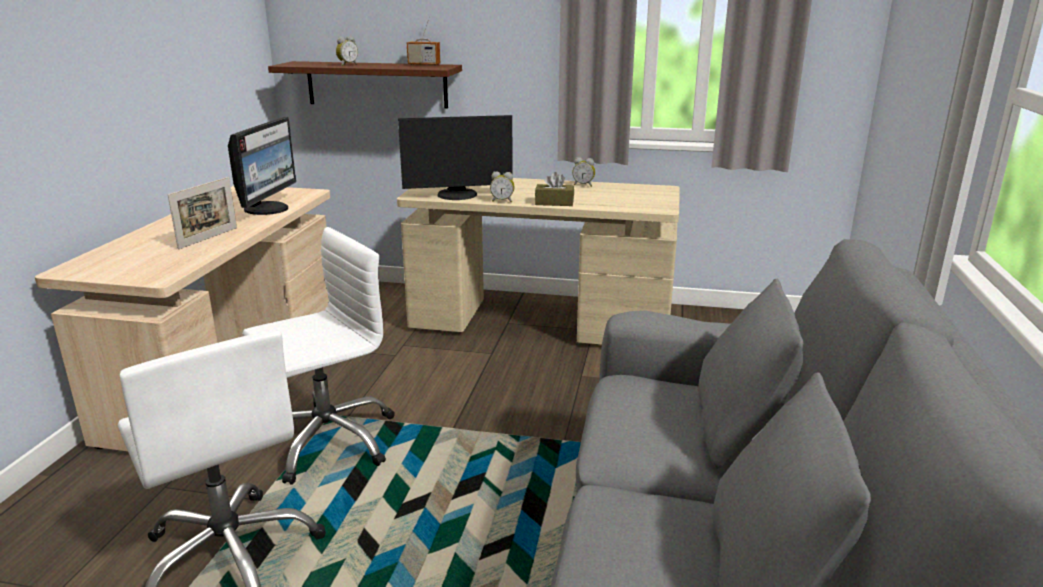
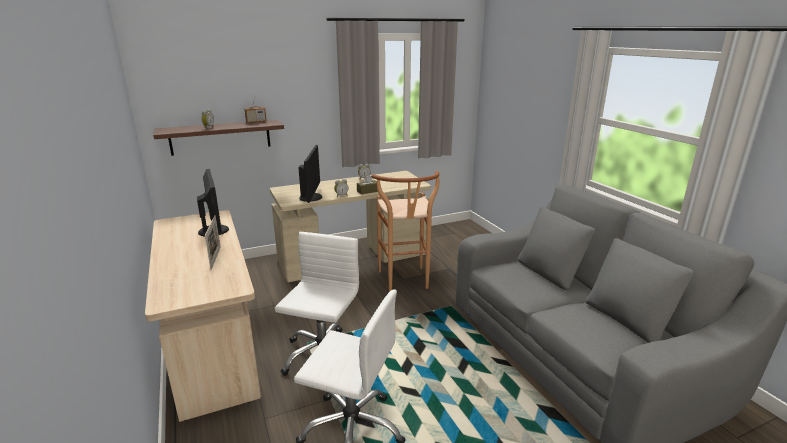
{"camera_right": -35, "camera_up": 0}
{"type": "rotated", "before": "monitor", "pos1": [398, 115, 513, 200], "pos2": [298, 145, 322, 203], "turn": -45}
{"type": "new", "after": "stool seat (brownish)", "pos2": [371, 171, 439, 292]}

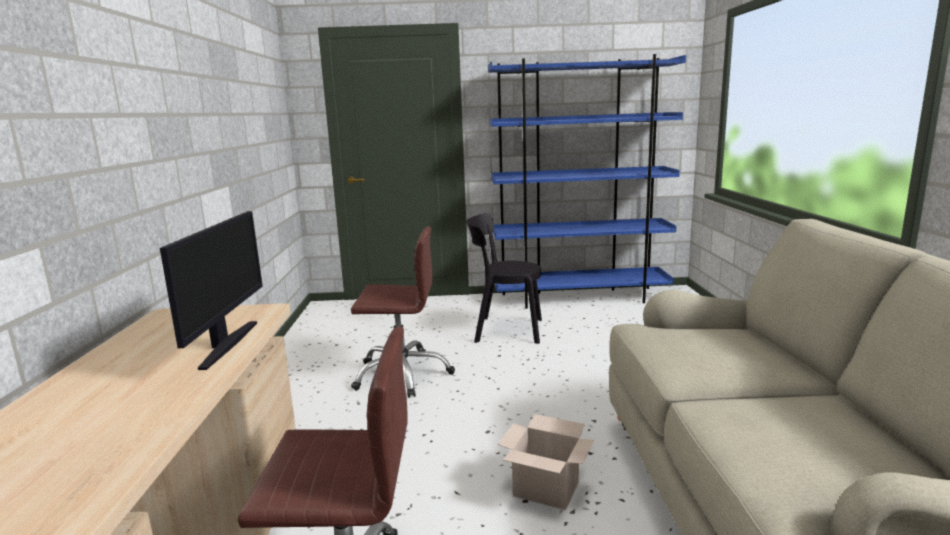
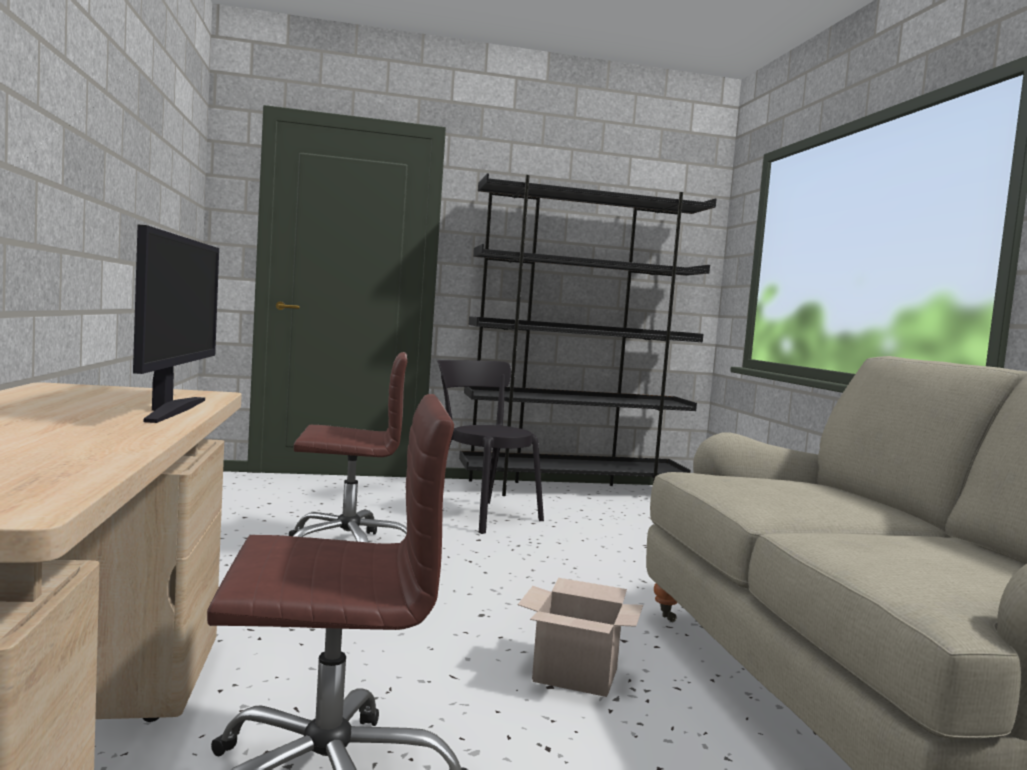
{"camera_right": -10, "camera_up": -10}
{"type": "repainted", "before": "bookshelf (blue-coloured)", "after": "bookshelf (blackish)", "pos1": [488, 54, 686, 309], "pos2": [459, 173, 716, 496]}
{"type": "rotated", "before": "chair (blackish)", "pos1": [466, 213, 542, 344], "pos2": [437, 360, 544, 534], "turn": 45}

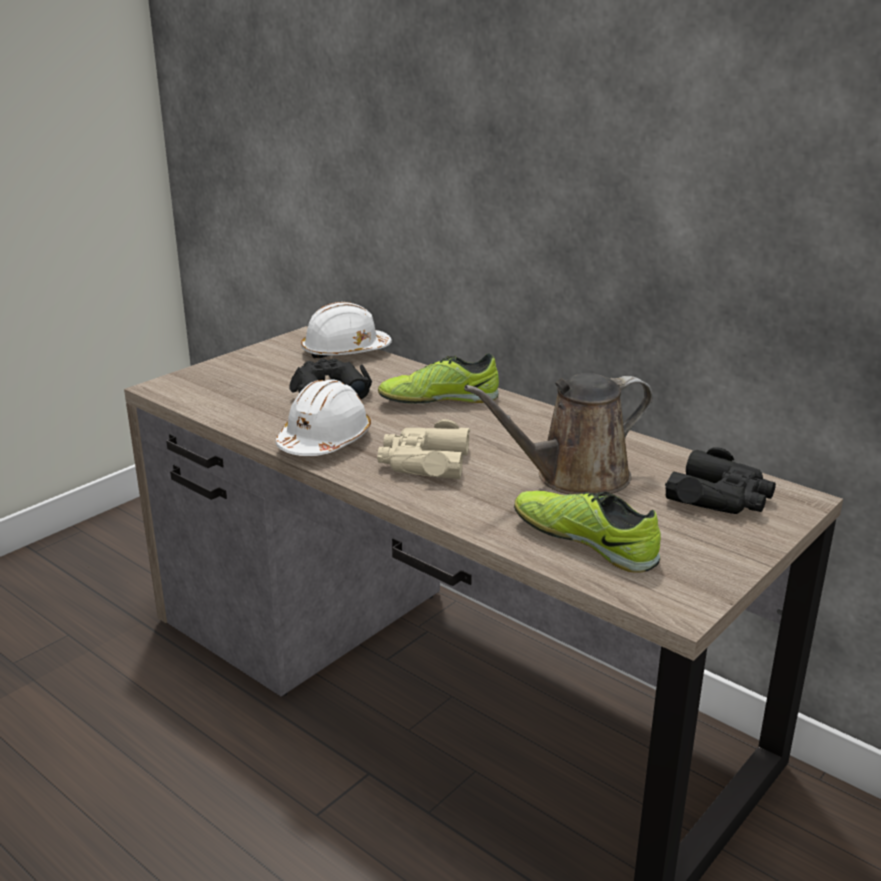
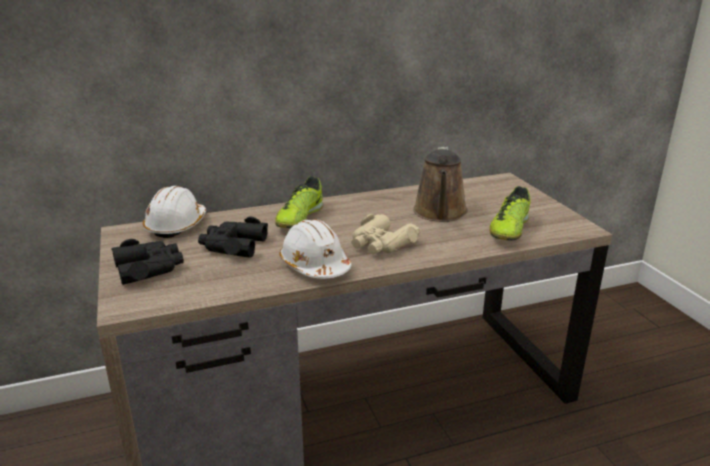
{"camera_right": -60, "camera_up": 0}
{"type": "shifted", "before": "binoculars (blackish)", "pos1": [665, 447, 776, 514], "pos2": [111, 239, 184, 285]}
{"type": "rotated", "before": "low shoe", "pos1": [514, 491, 661, 573], "pos2": [489, 186, 531, 241], "turn": -45}

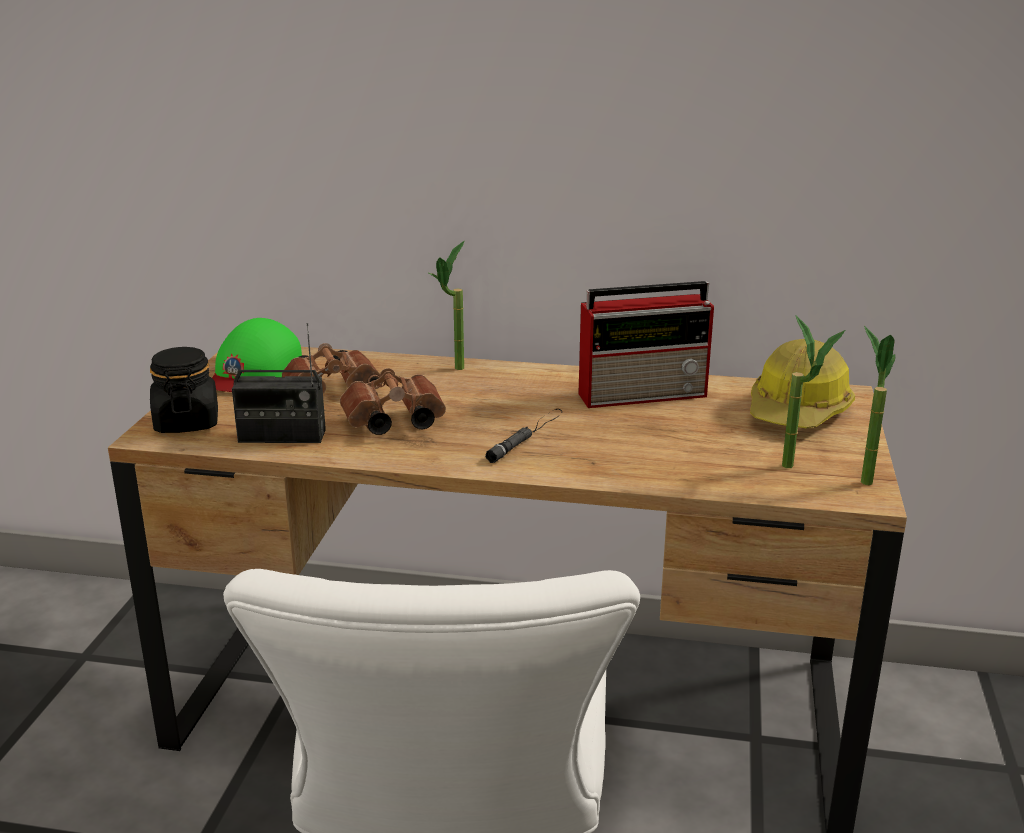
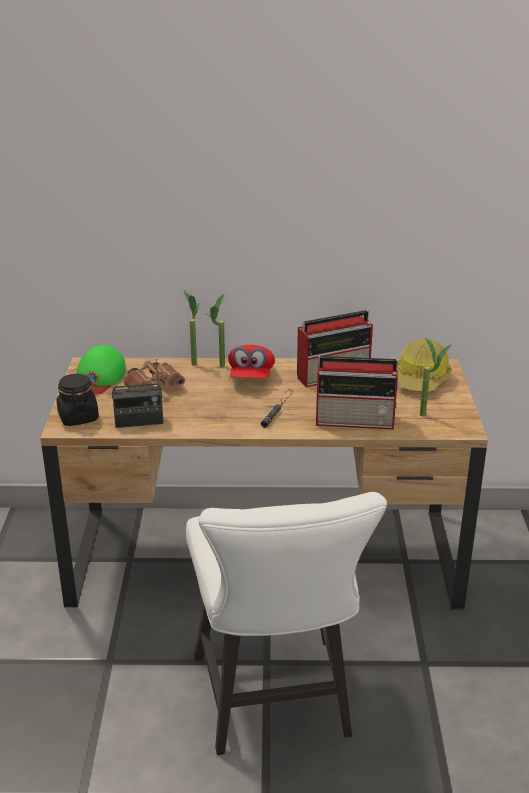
{"camera_right": -10, "camera_up": 5}
{"type": "shifted", "before": "plant in a pot", "pos1": [861, 326, 895, 485], "pos2": [184, 291, 200, 366]}
{"type": "gone", "before": "binoculars (brownish)", "pos1": [340, 368, 446, 435]}
{"type": "new", "after": "baseball cap (reddish)", "pos2": [228, 345, 275, 378]}
{"type": "new", "after": "radio", "pos2": [316, 356, 401, 430]}

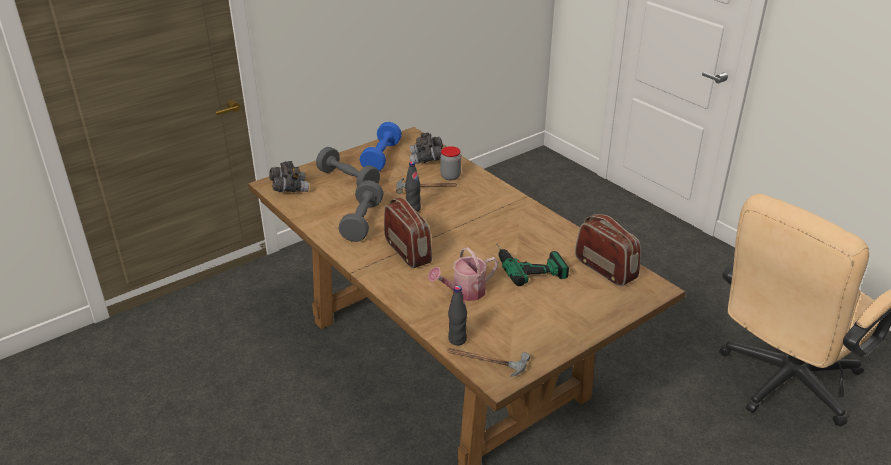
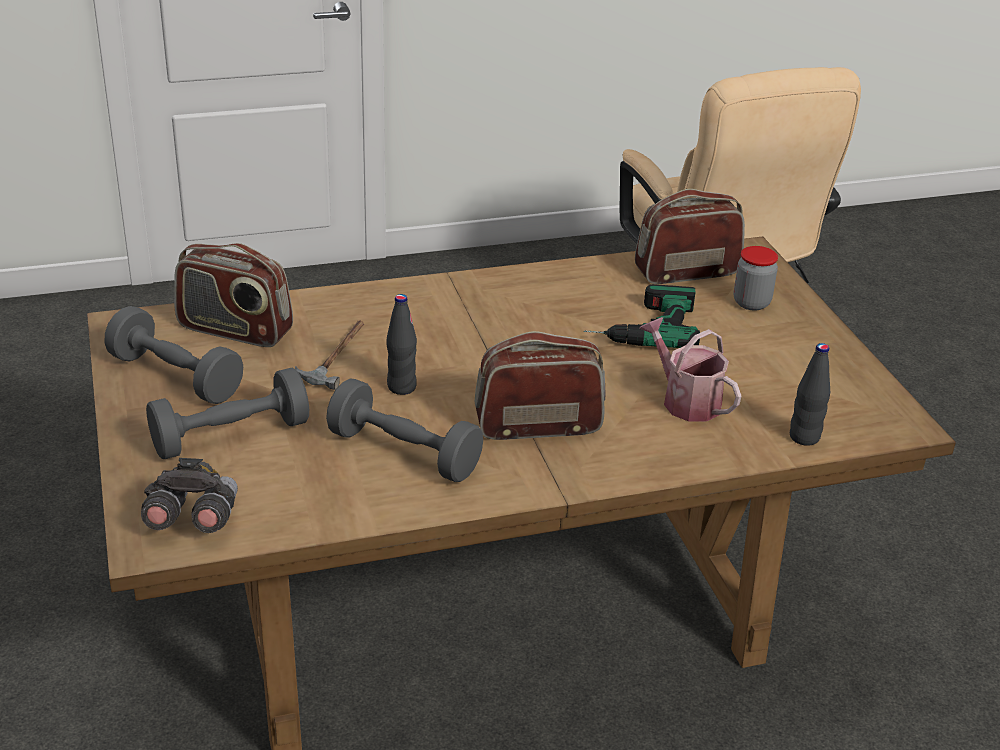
{"camera_right": -70, "camera_up": 0}
{"type": "repainted", "before": "hand weight (blue-coloured)", "after": "hand weight (grey)", "pos1": [360, 122, 402, 171], "pos2": [105, 306, 243, 404]}
{"type": "swapped", "before": "binoculars (grey)", "after": "radio", "pos1": [410, 132, 443, 164], "pos2": [174, 243, 293, 347]}
{"type": "shifted", "before": "jar", "pos1": [440, 146, 461, 180], "pos2": [733, 246, 778, 310]}
{"type": "rotated", "before": "watering pot", "pos1": [428, 247, 498, 301], "pos2": [639, 317, 742, 422], "turn": 150}
{"type": "gone", "before": "hand hammer", "pos1": [447, 348, 530, 377]}

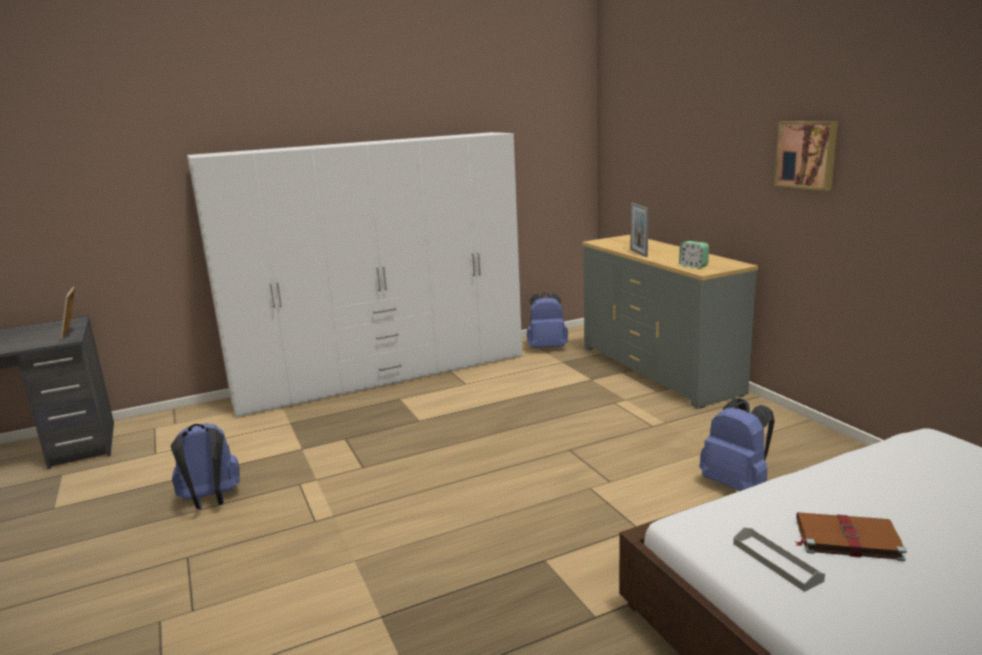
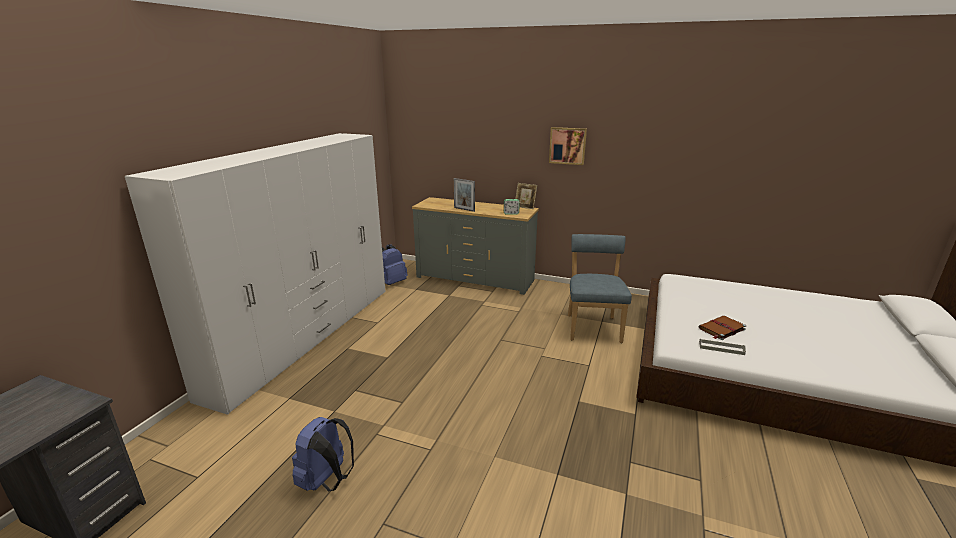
{"camera_right": -45, "camera_up": 5}
{"type": "shifted", "before": "picture frame", "pos1": [60, 287, 75, 340], "pos2": [515, 183, 537, 209]}
{"type": "swapped", "before": "rucksack (blue-coloured)", "after": "chair (blue-coloured)", "pos1": [700, 398, 775, 491], "pos2": [568, 234, 632, 343]}

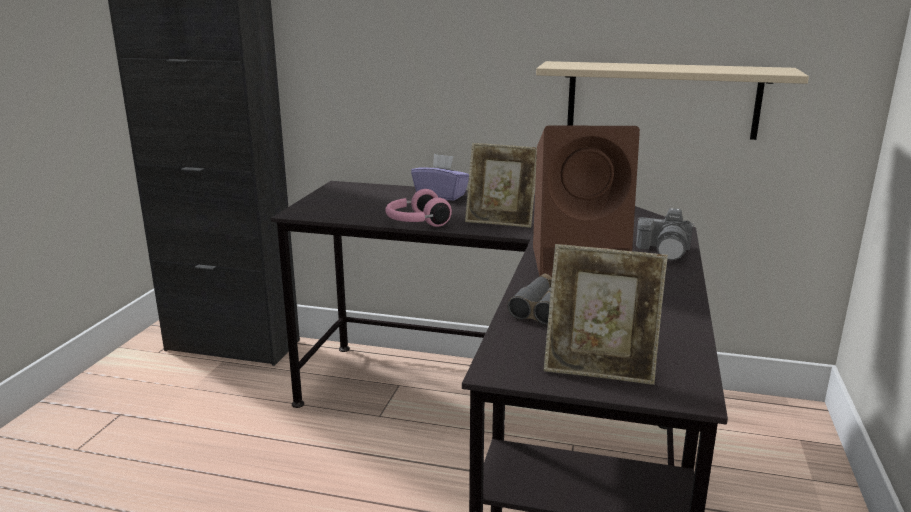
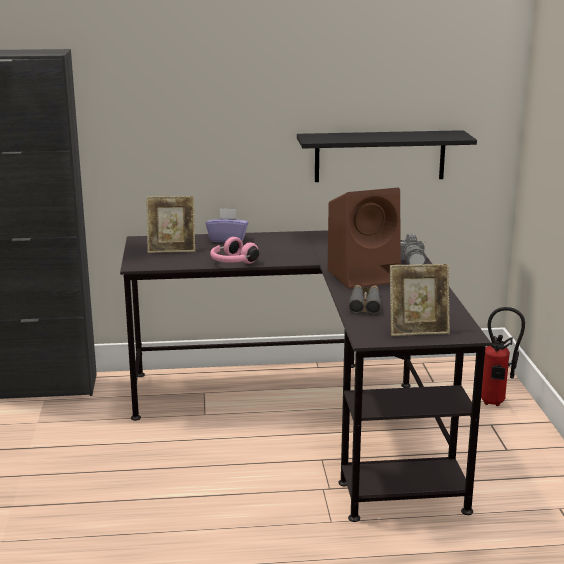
{"camera_right": -20, "camera_up": 0}
{"type": "repainted", "before": "shelf (beige)", "after": "shelf (blackish)", "pos1": [536, 61, 809, 140], "pos2": [297, 130, 477, 182]}
{"type": "shifted", "before": "picture frame", "pos1": [465, 143, 537, 228], "pos2": [146, 196, 195, 253]}
{"type": "new", "after": "fire-fighting cylinder", "pos2": [481, 307, 525, 406]}

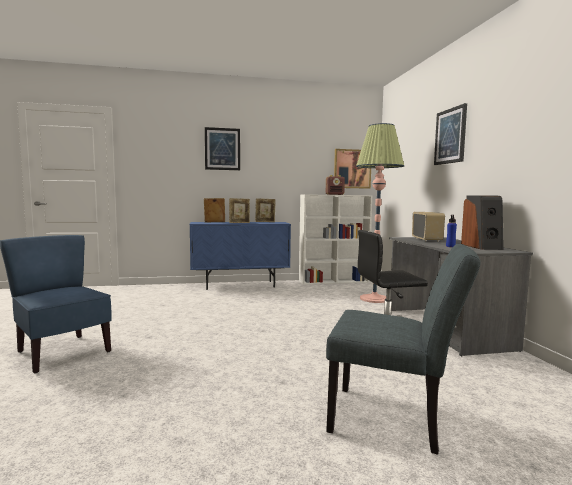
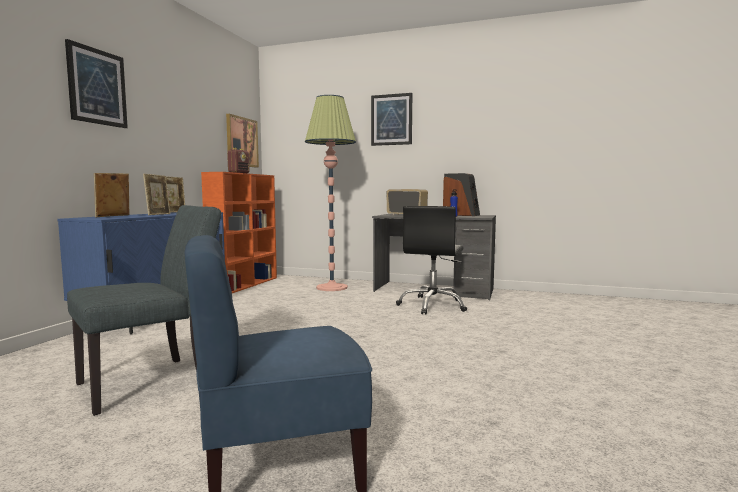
{"camera_right": -60, "camera_up": 0}
{"type": "repainted", "before": "bookshelf (whitish)", "after": "bookshelf (orange-coloured)", "pos1": [299, 194, 372, 285], "pos2": [201, 172, 277, 293]}
{"type": "shifted", "before": "chair (grey)", "pos1": [326, 244, 481, 455], "pos2": [67, 205, 221, 416]}

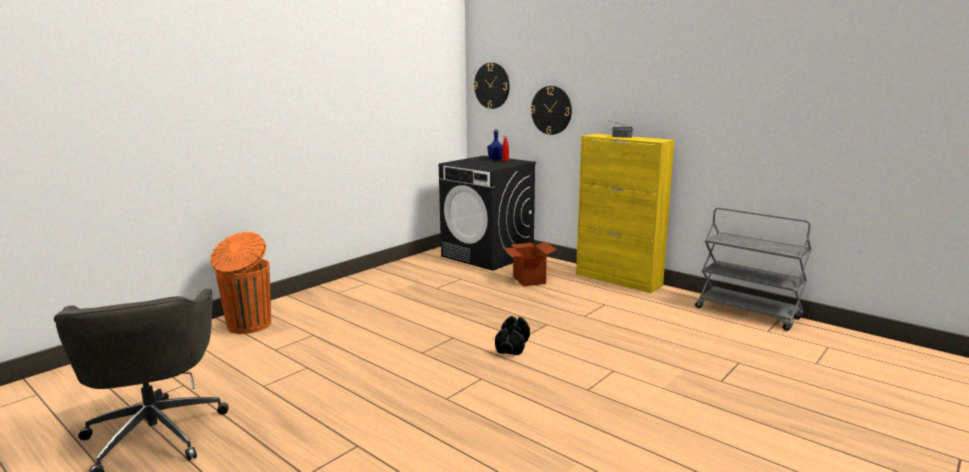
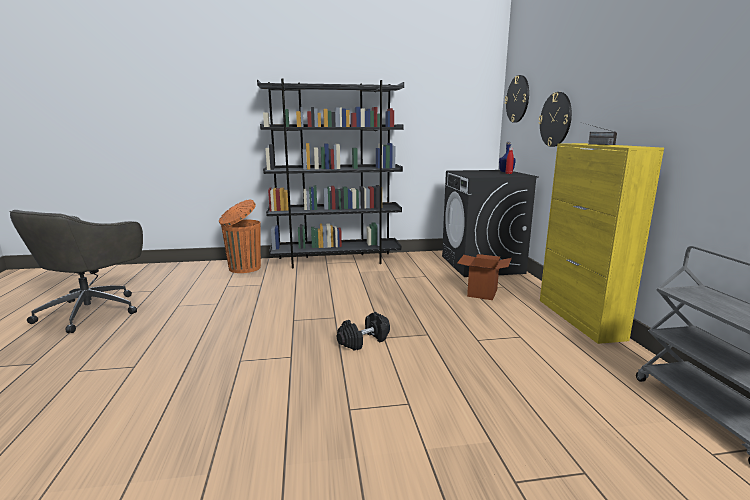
{"camera_right": 40, "camera_up": 0}
{"type": "new", "after": "bookshelf (blackish)", "pos2": [257, 78, 404, 269]}

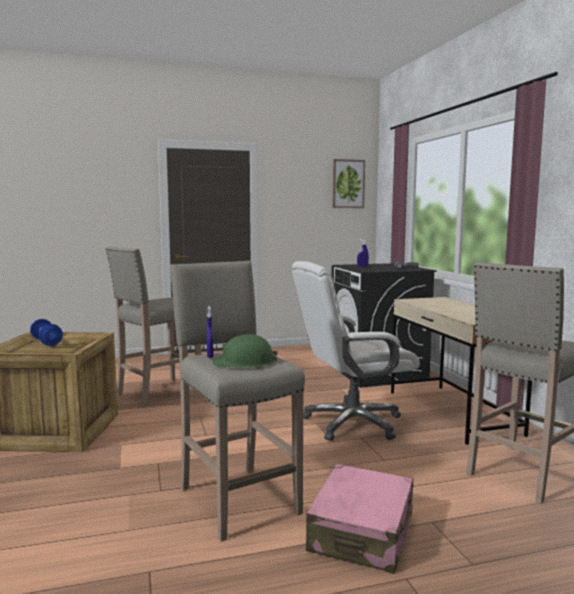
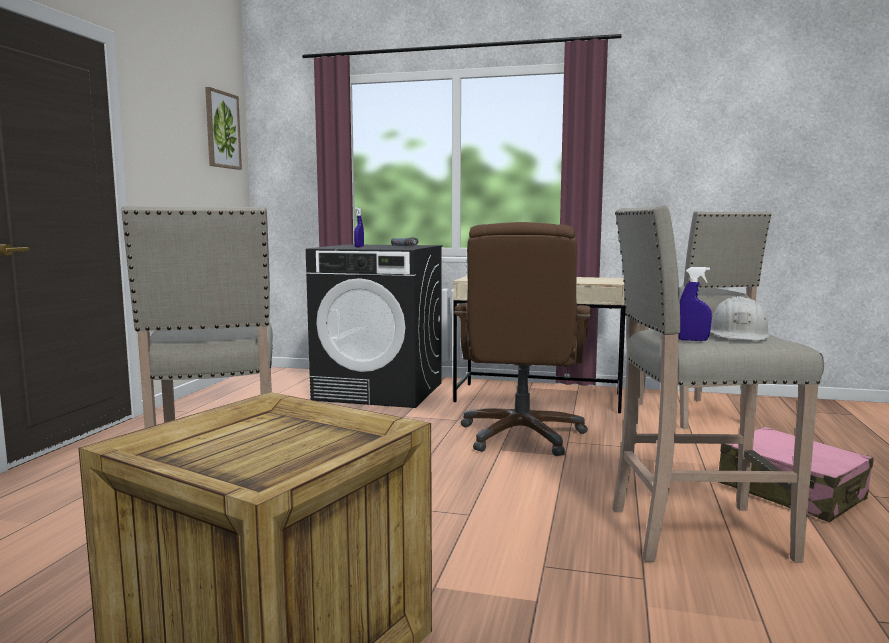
{"camera_right": -60, "camera_up": 0}
{"type": "repainted", "before": "office chair (whitish)", "after": "office chair (brownish)", "pos1": [292, 261, 420, 441], "pos2": [454, 222, 592, 456]}
{"type": "gone", "before": "hand weight (blue-coloured)", "pos1": [30, 319, 63, 346]}
{"type": "repainted", "before": "work helmet (greenish)", "after": "work helmet (whitish)", "pos1": [213, 334, 278, 368], "pos2": [710, 296, 771, 340]}

